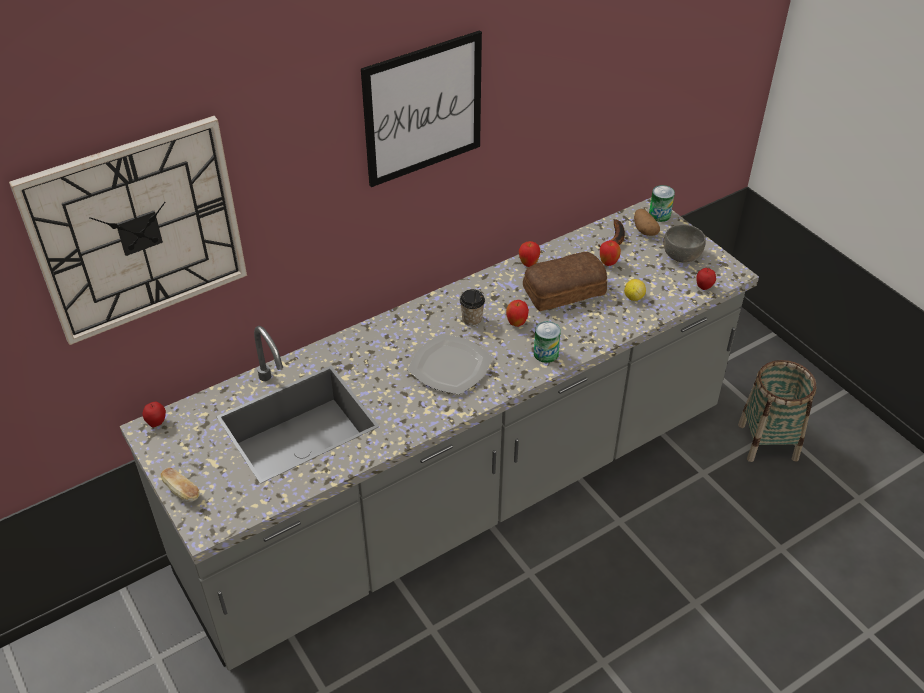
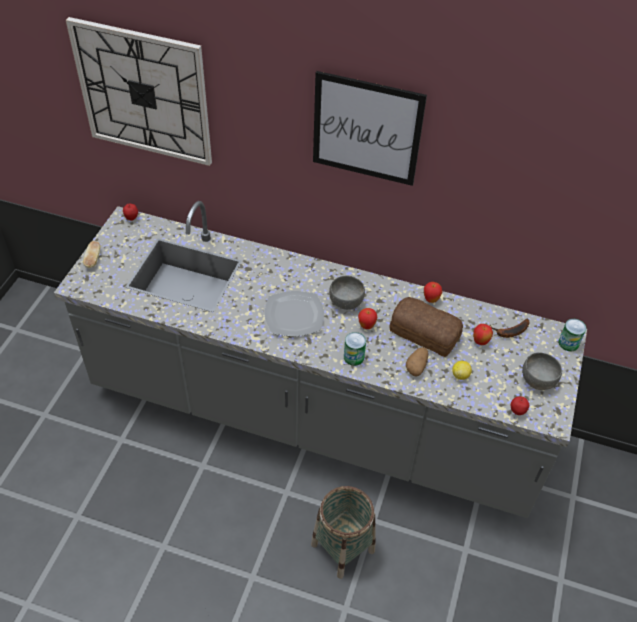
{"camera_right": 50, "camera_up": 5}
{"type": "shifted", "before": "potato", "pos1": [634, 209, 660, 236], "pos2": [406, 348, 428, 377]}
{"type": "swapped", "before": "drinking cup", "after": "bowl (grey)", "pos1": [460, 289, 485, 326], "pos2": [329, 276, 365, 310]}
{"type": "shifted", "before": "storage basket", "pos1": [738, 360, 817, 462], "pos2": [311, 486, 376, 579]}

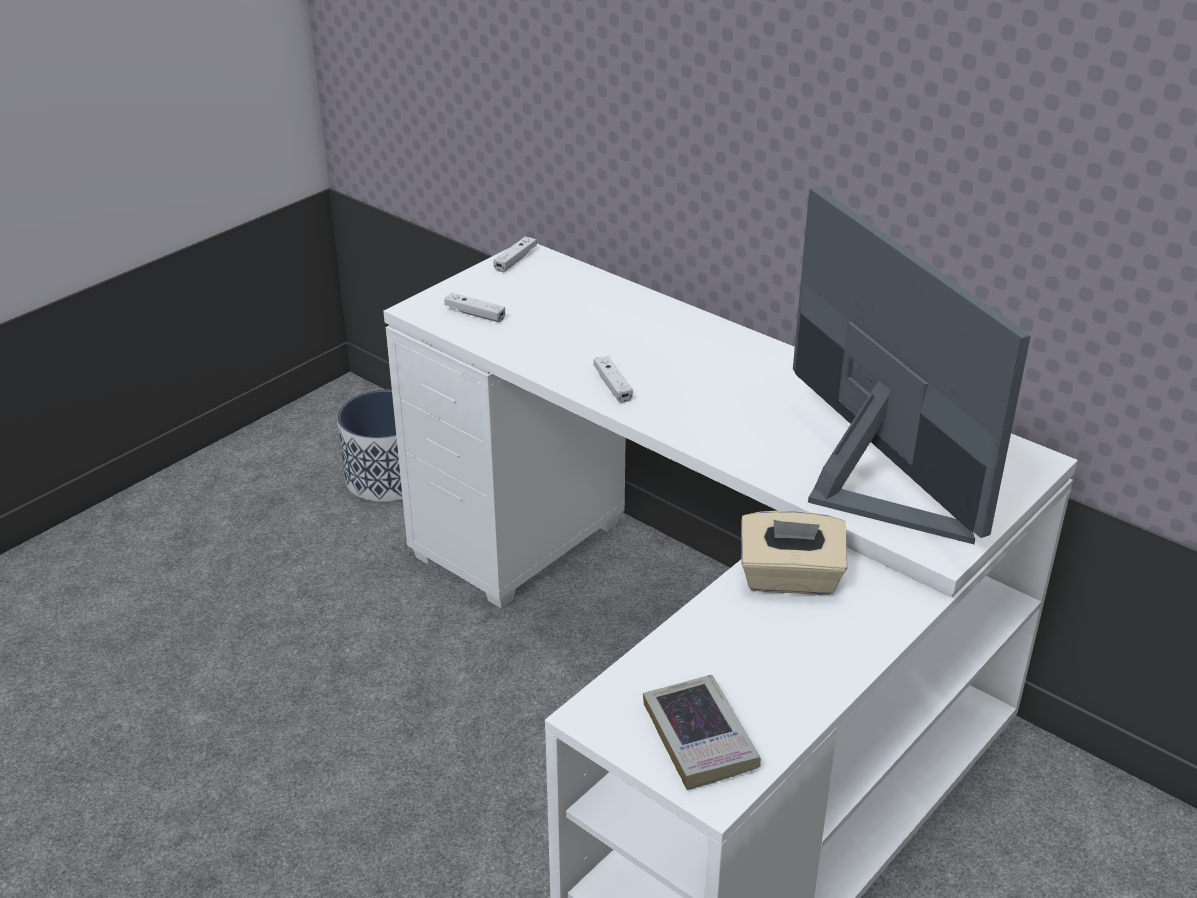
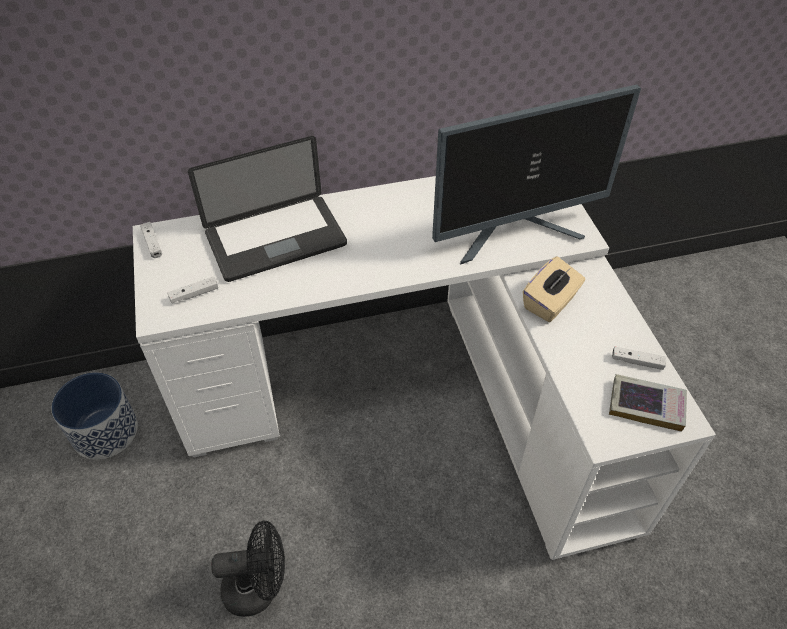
{"camera_right": -55, "camera_up": 15}
{"type": "rotated", "before": "monitor", "pos1": [793, 187, 1031, 544], "pos2": [432, 85, 641, 265], "turn": 150}
{"type": "shifted", "before": "game controller (whitish)", "pos1": [593, 356, 633, 403], "pos2": [612, 347, 666, 370]}
{"type": "new", "after": "portable computer", "pos2": [188, 136, 347, 282]}
{"type": "new", "after": "electric fan (blackish)", "pos2": [211, 521, 285, 617]}

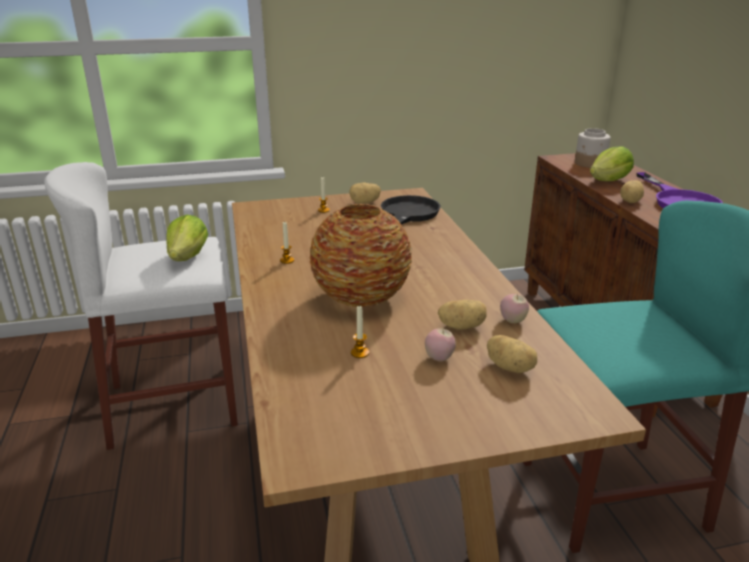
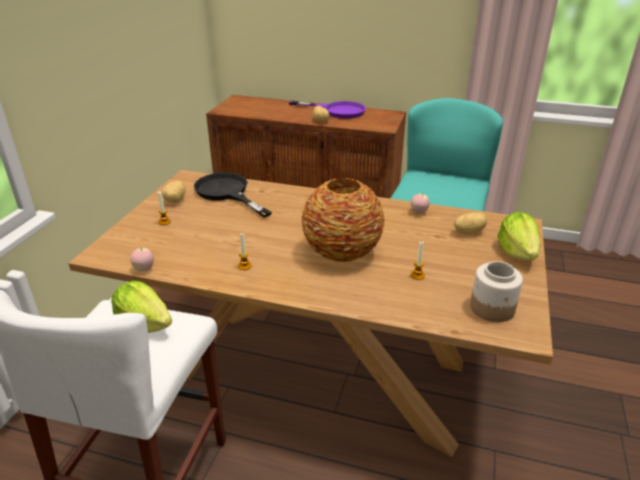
{"camera_right": -60, "camera_up": 5}
{"type": "shifted", "before": "jar", "pos1": [575, 128, 611, 168], "pos2": [470, 261, 523, 322]}
{"type": "shifted", "before": "lettuce head", "pos1": [590, 146, 634, 181], "pos2": [497, 212, 541, 260]}
{"type": "gone", "before": "potato", "pos1": [438, 300, 486, 330]}
{"type": "shifted", "before": "whole apple", "pos1": [425, 328, 456, 361], "pos2": [130, 248, 154, 271]}

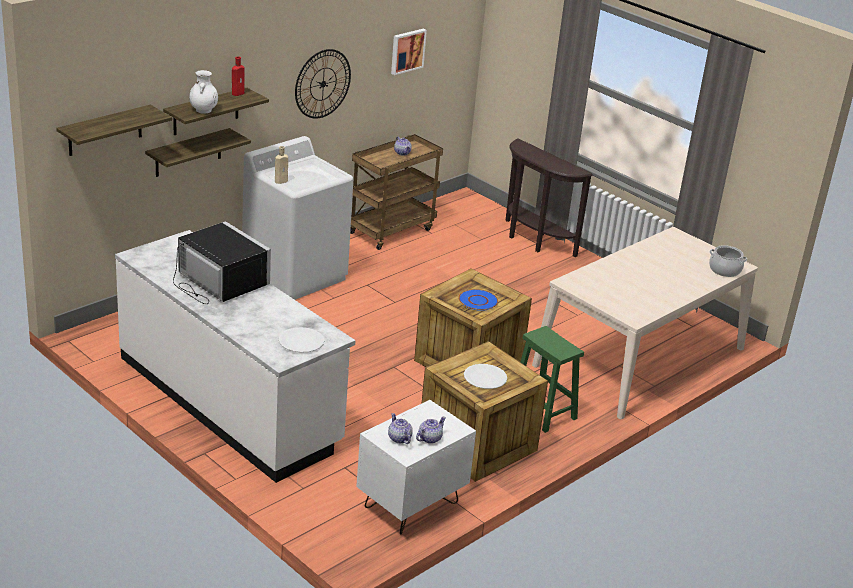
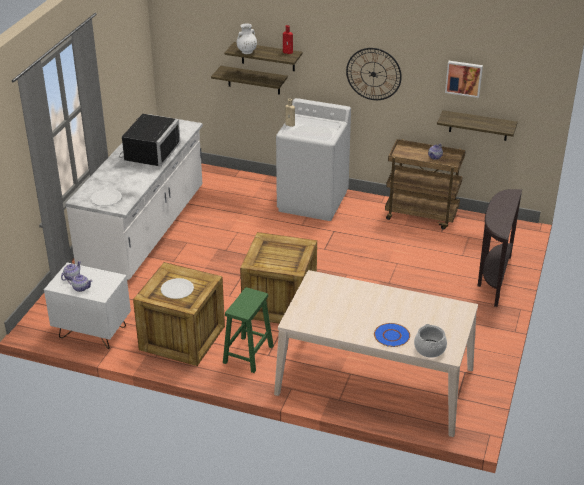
{"camera_right": 65, "camera_up": 5}
{"type": "shifted", "before": "shelf", "pos1": [56, 105, 172, 156], "pos2": [437, 110, 518, 141]}
{"type": "shifted", "before": "plate (blue-coloured)", "pos1": [459, 289, 498, 311], "pos2": [374, 323, 410, 347]}

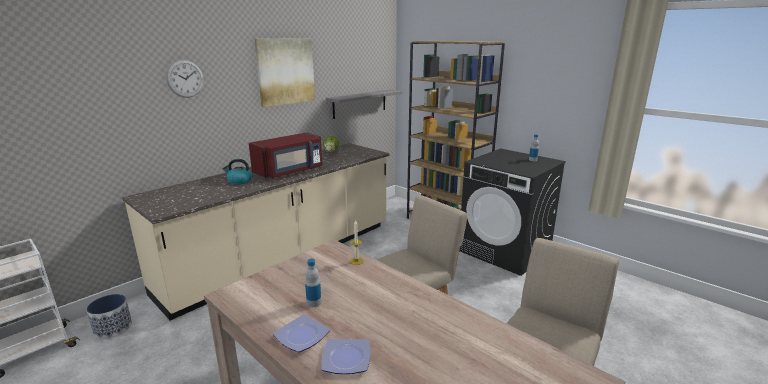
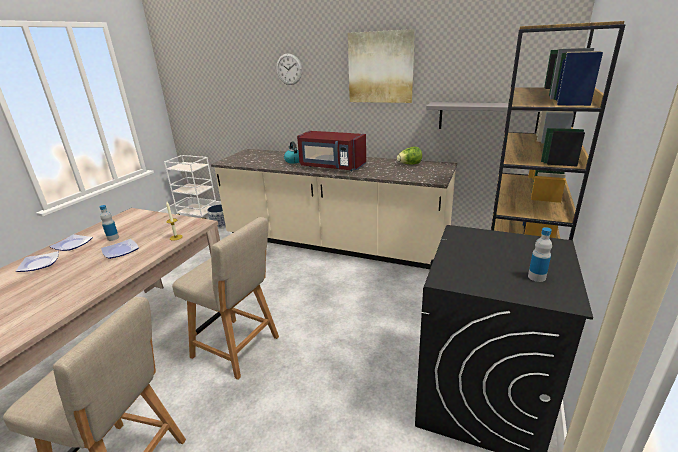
{"camera_right": 70, "camera_up": 5}
{"type": "new", "after": "plate", "pos2": [101, 239, 139, 259]}

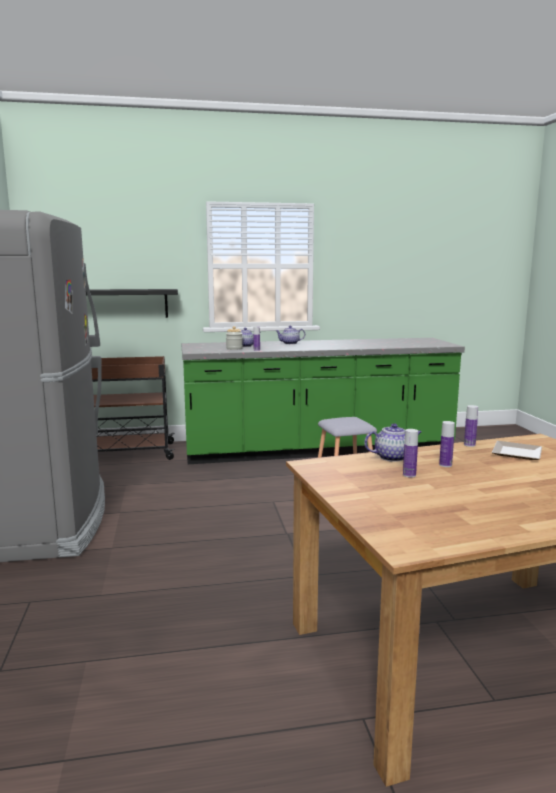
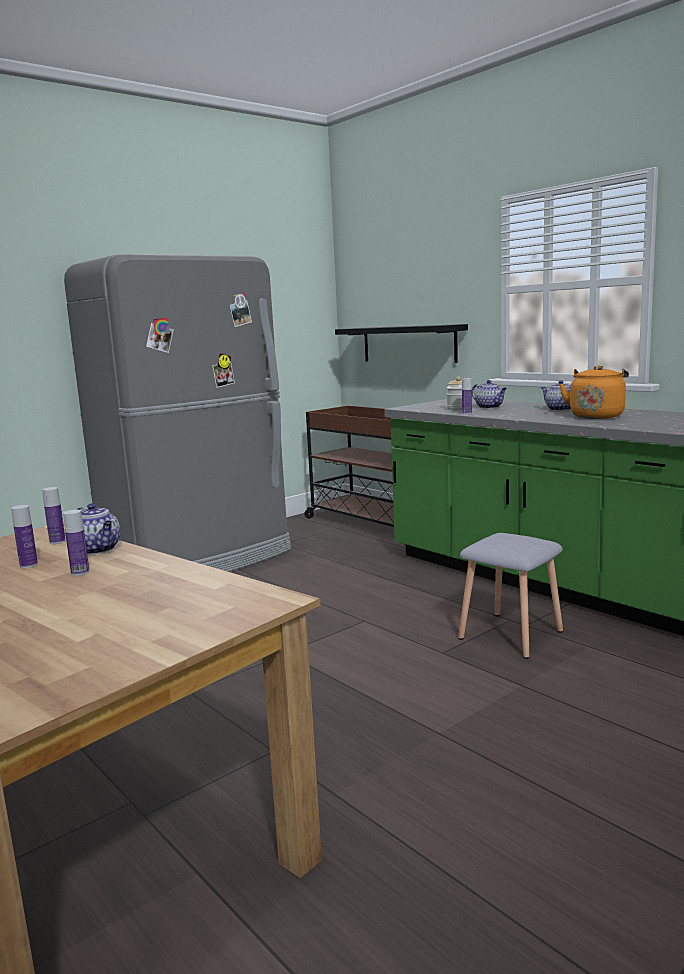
{"camera_right": 60, "camera_up": 0}
{"type": "shifted", "before": "drink bottle", "pos1": [464, 405, 478, 447], "pos2": [42, 487, 66, 544]}
{"type": "gone", "before": "plate", "pos1": [492, 441, 542, 460]}
{"type": "new", "after": "kettle (orange-coloured)", "pos2": [559, 365, 629, 419]}

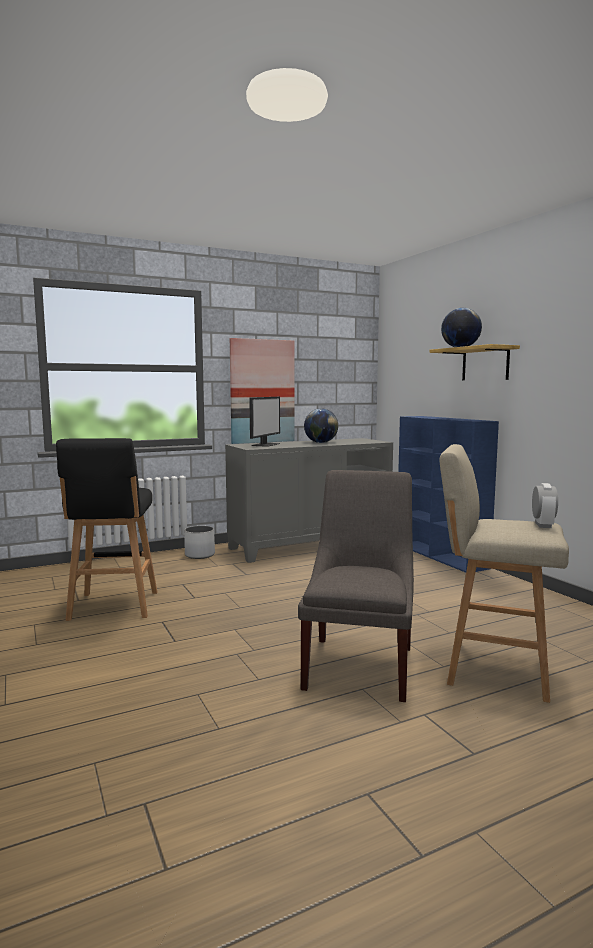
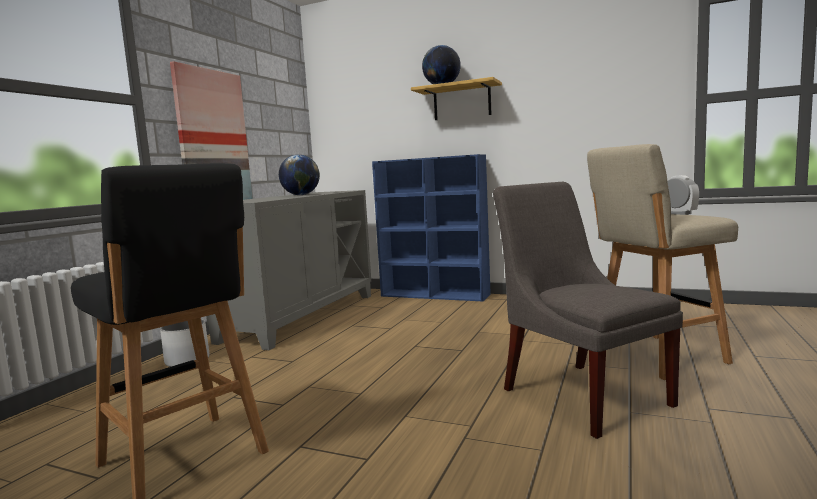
{"camera_right": -40, "camera_up": 0}
{"type": "gone", "before": "monitor", "pos1": [249, 397, 280, 447]}

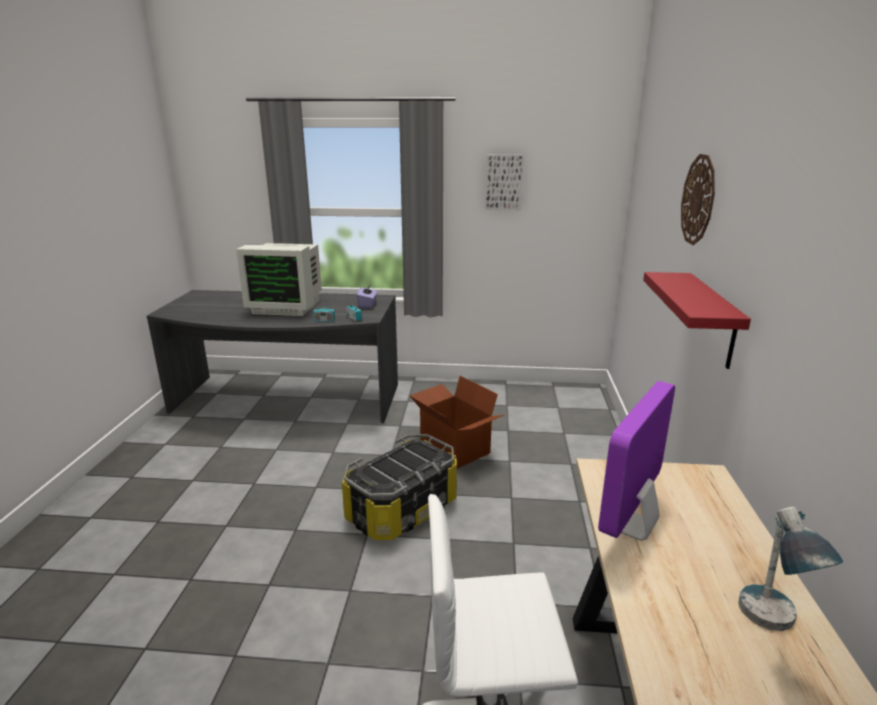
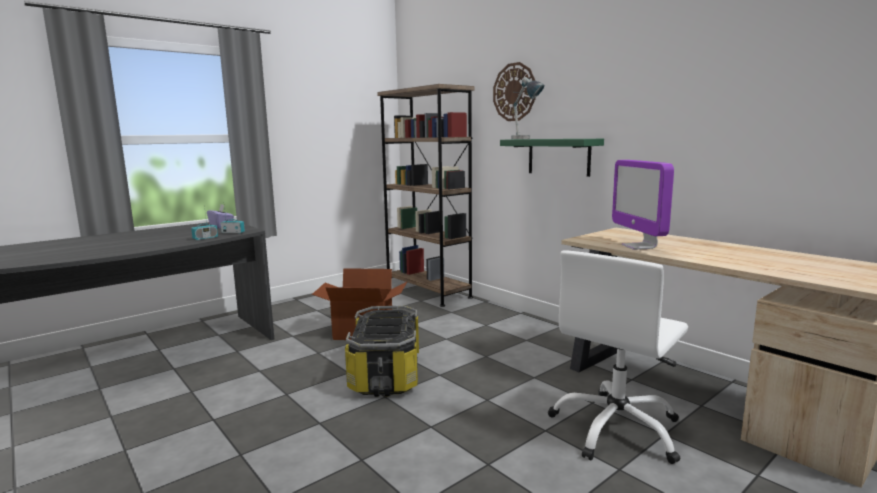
{"camera_right": -45, "camera_up": -10}
{"type": "gone", "before": "wall art", "pos1": [486, 154, 524, 210]}
{"type": "gone", "before": "monitor", "pos1": [236, 243, 322, 316]}
{"type": "repainted", "before": "shelf (reddish)", "after": "shelf (greenish)", "pos1": [643, 272, 751, 369], "pos2": [500, 139, 604, 177]}
{"type": "shifted", "before": "table lamp", "pos1": [739, 507, 844, 631], "pos2": [511, 77, 544, 139]}
{"type": "new", "after": "bookshelf (brownish)", "pos2": [377, 84, 474, 307]}

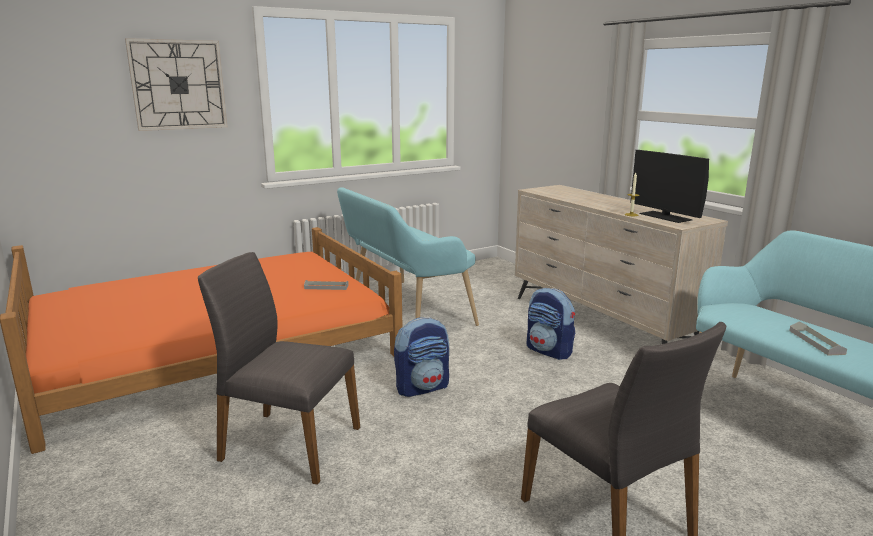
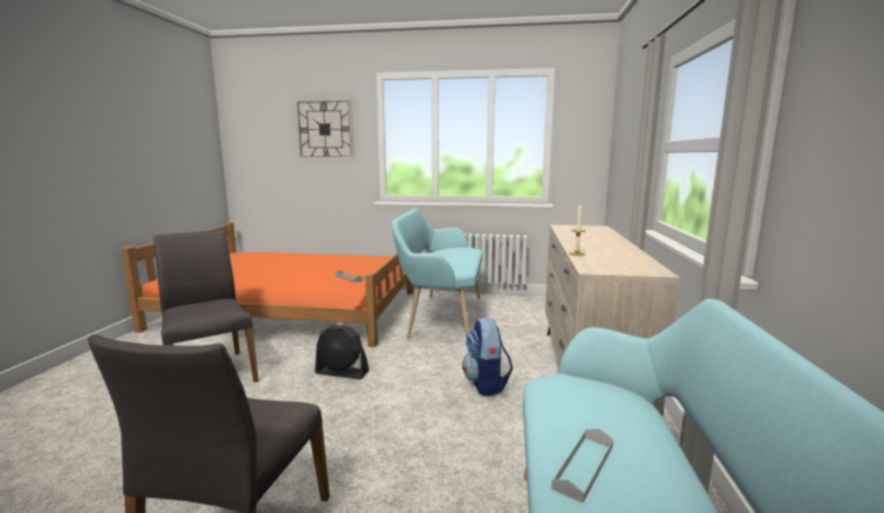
{"camera_right": 40, "camera_up": -5}
{"type": "gone", "before": "monitor", "pos1": [630, 150, 709, 223]}
{"type": "swapped", "before": "rucksack", "after": "electric fan (blackish)", "pos1": [394, 317, 449, 397], "pos2": [315, 325, 369, 379]}

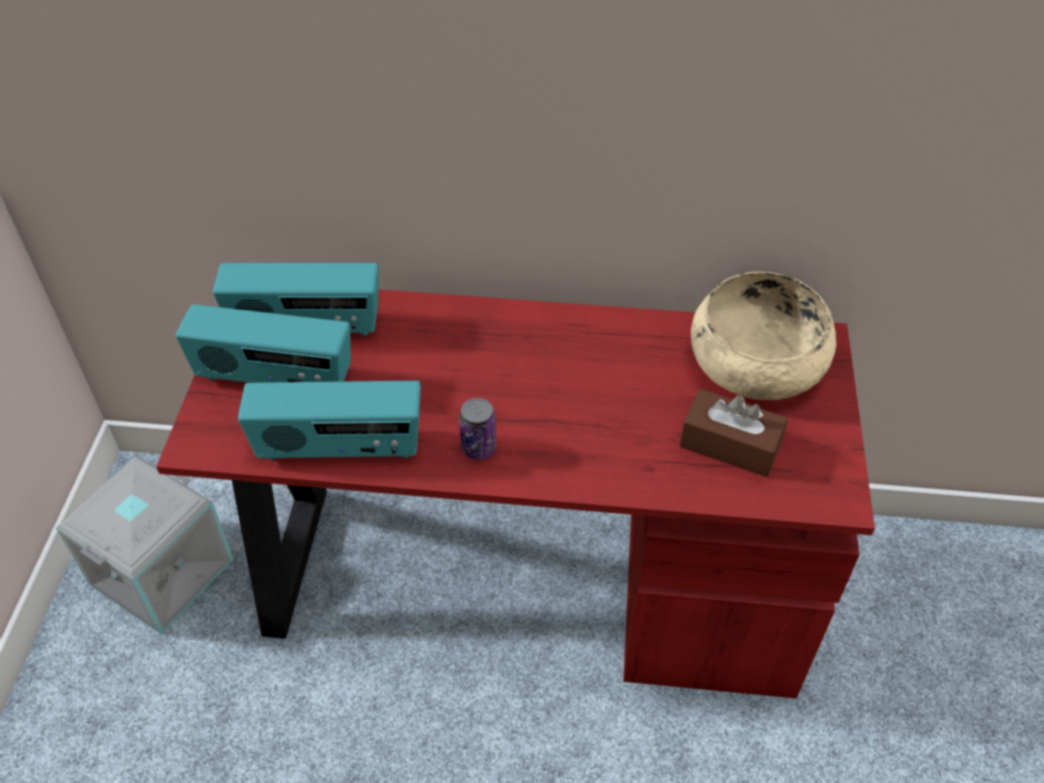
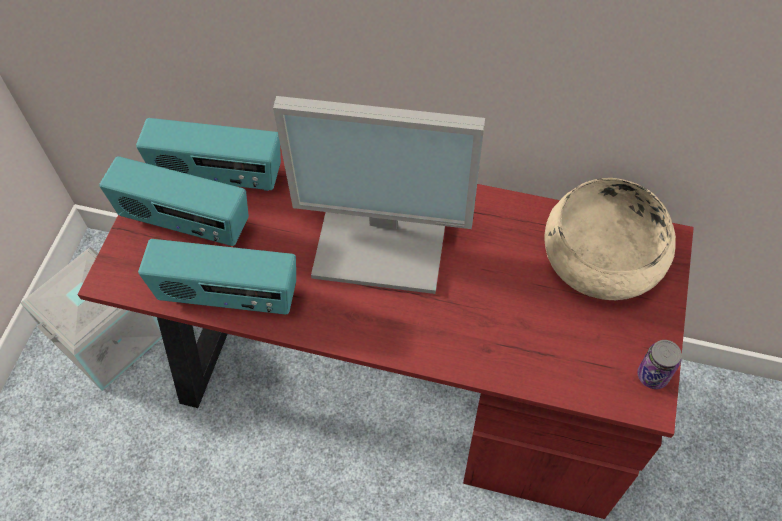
{"camera_right": 10, "camera_up": 10}
{"type": "gone", "before": "tissue box (brownish)", "pos1": [680, 389, 788, 477]}
{"type": "shifted", "before": "sealed can", "pos1": [459, 398, 497, 460], "pos2": [637, 340, 682, 389]}
{"type": "new", "after": "monitor", "pos2": [273, 96, 485, 294]}

